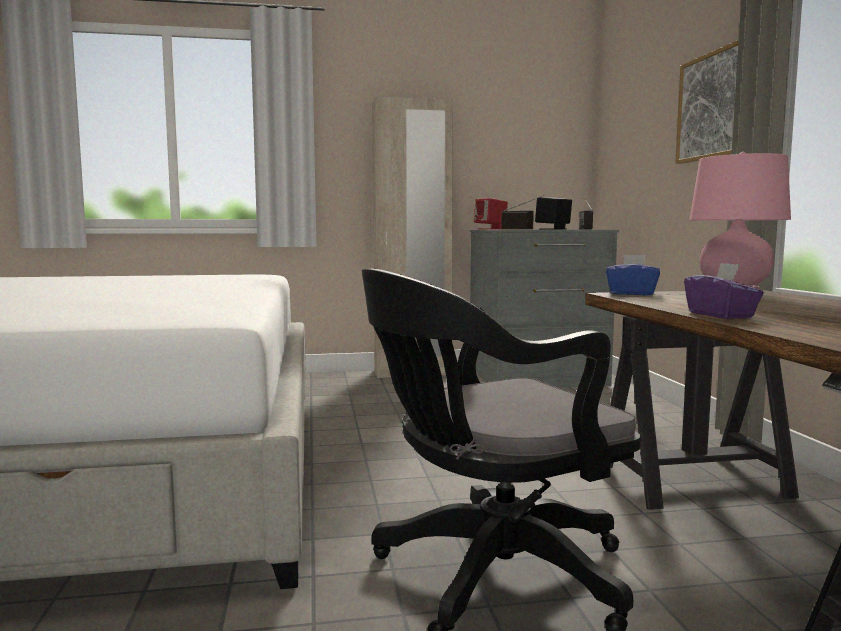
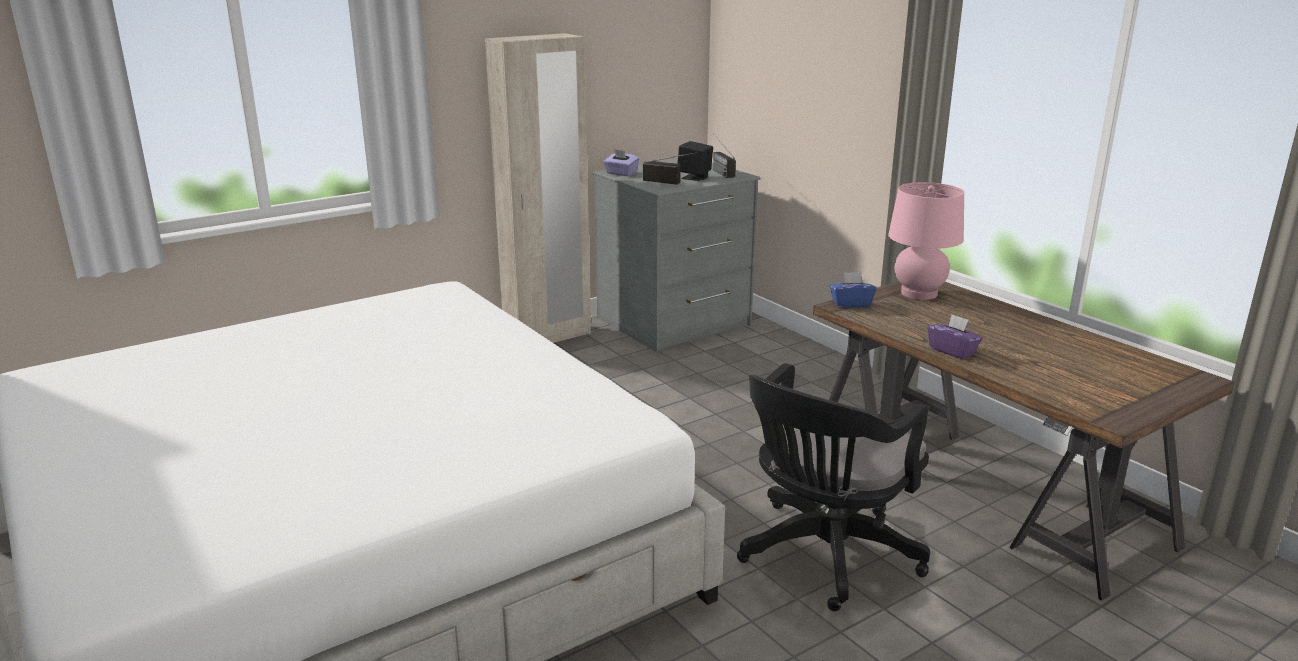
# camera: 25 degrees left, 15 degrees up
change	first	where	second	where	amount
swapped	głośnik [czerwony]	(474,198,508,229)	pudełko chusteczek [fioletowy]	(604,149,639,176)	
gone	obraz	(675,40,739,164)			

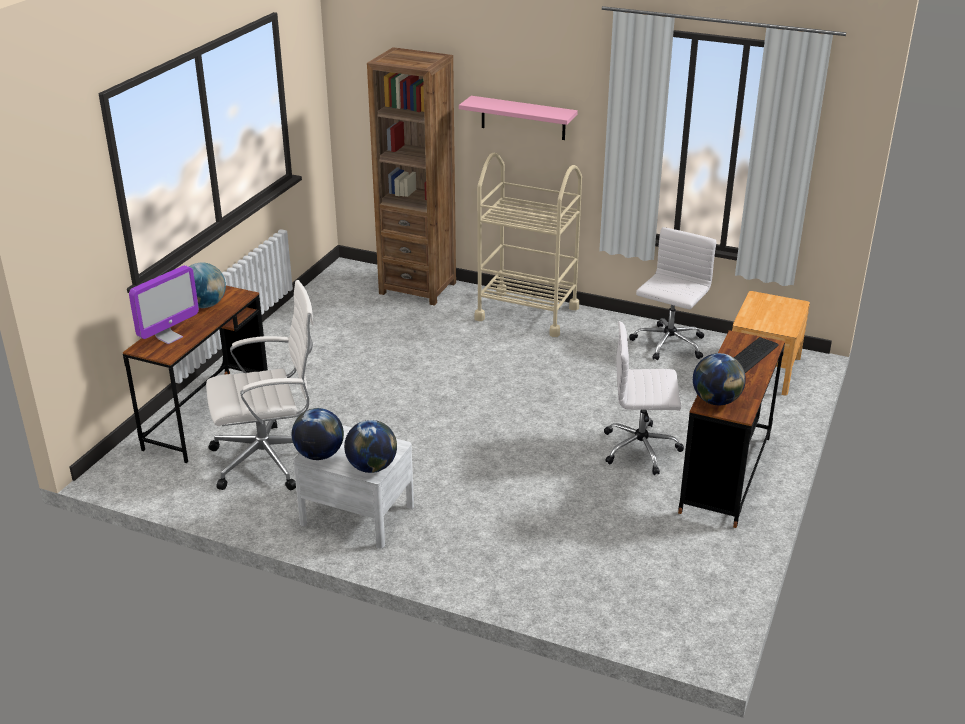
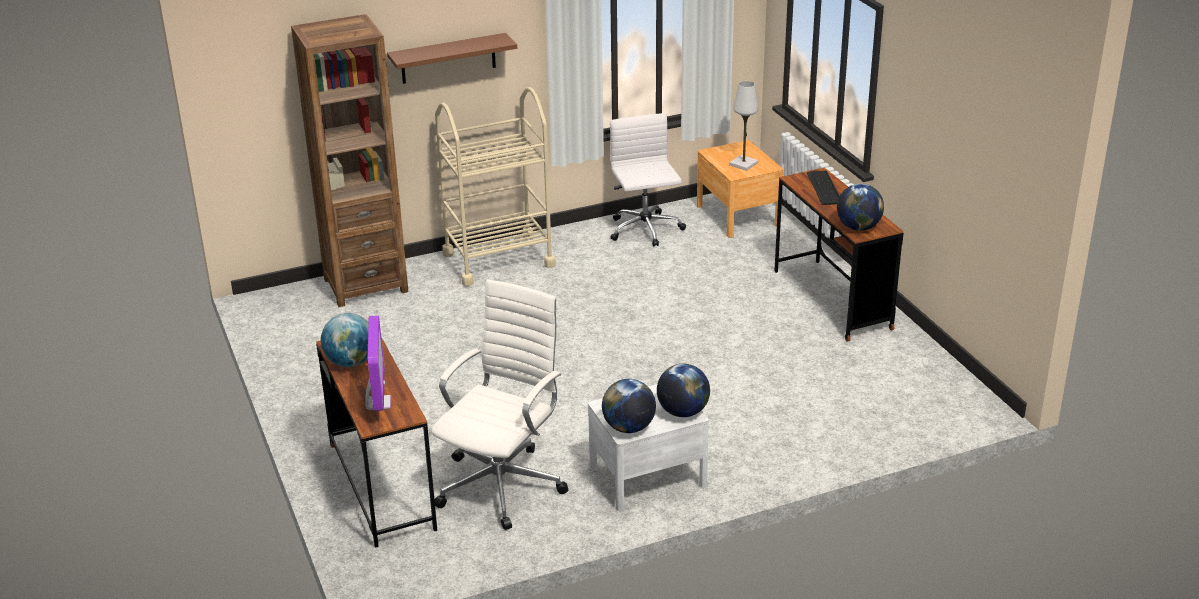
# camera: 45 degrees left, 0 degrees up
change	first	where	second	where	amount
repainted	półka [różowy]	(459,96,578,140)	półka [brązowy]	(387,33,517,84)	
gone	krzesło biurowe [biały]	(604,321,684,475)			
new			lampa stołowa [biały]	(729,81,758,171)	

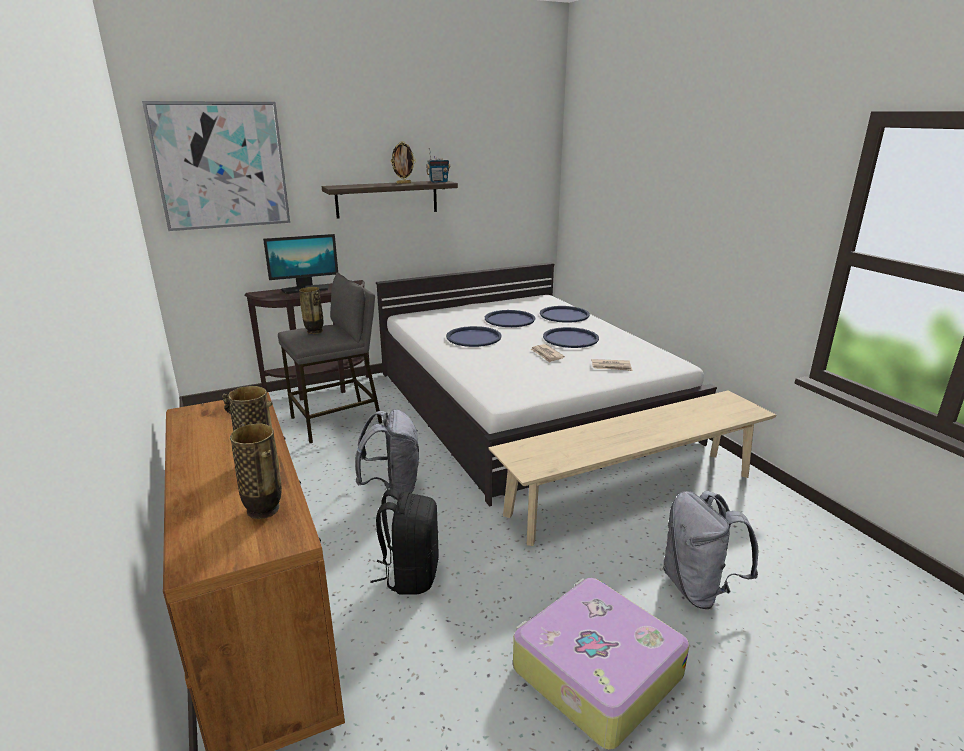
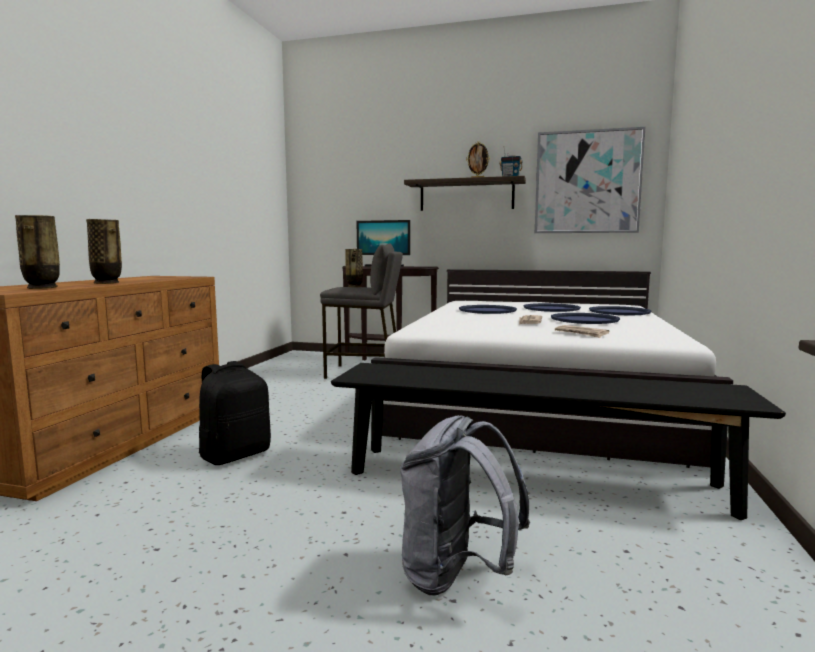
# camera: 40 degrees right, 15 degrees down
change	first	where	second	where	amount
shifted	obraz	(142,101,290,231)		(535,127,645,233)	
gone	plecak [szary]	(355,409,419,500)			
repainted	ławka [beżowy]	(489,390,776,546)	ławka [czarny]	(331,363,786,520)	
gone	walizka	(513,578,689,750)			

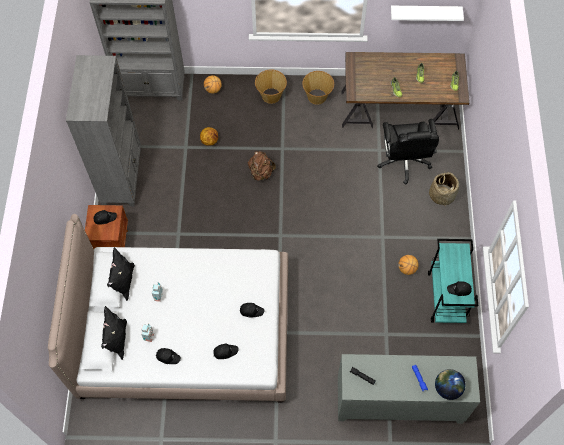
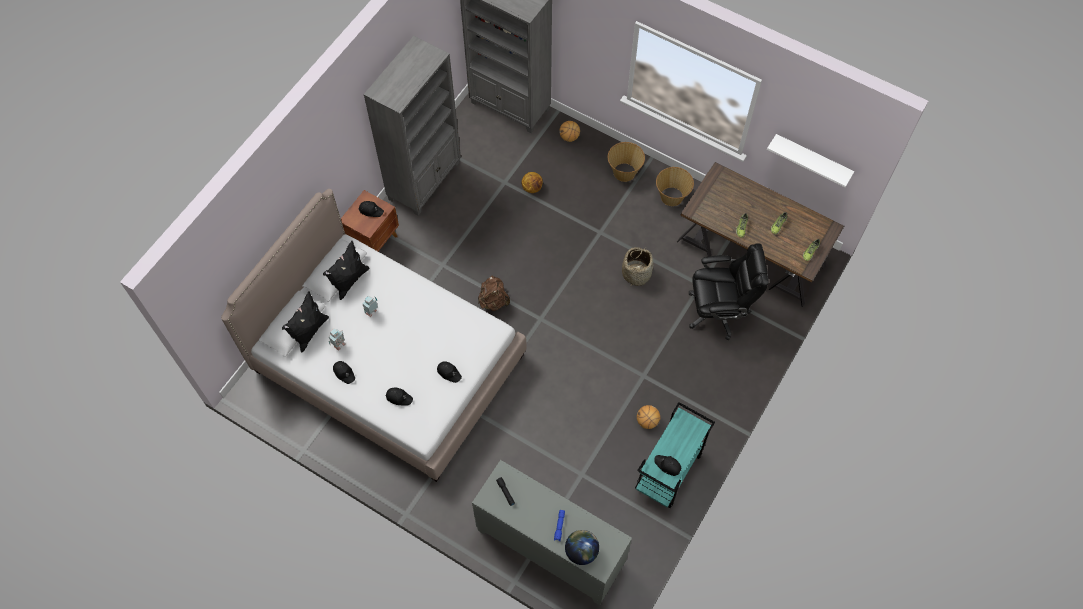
# camera: 30 degrees right, 0 degrees up
change	first	where	second	where	amount
shifted	plecak [brązowy]	(248,151,276,181)		(478,276,510,311)	
rotated	krzesło biurowe [czarny]	(377,119,439,185)		(689,243,769,340)	120 degrees counterclockwise
shifted	koszyk	(429,171,459,207)		(622,247,653,286)	

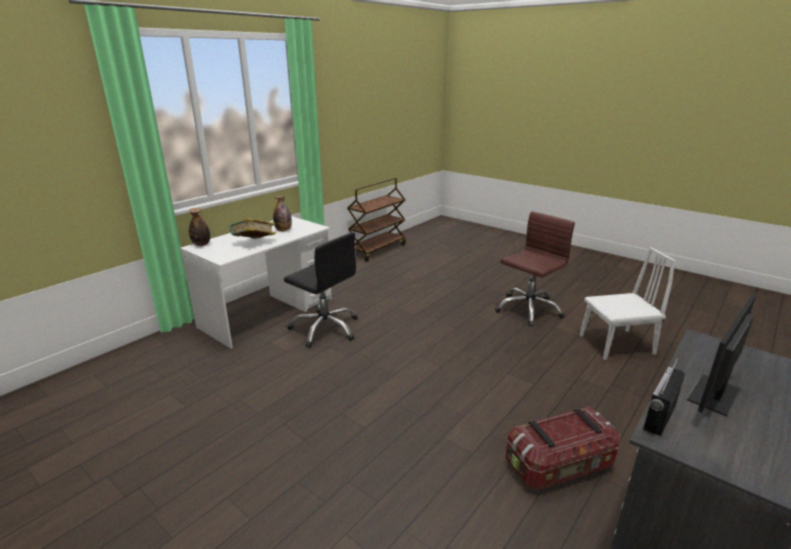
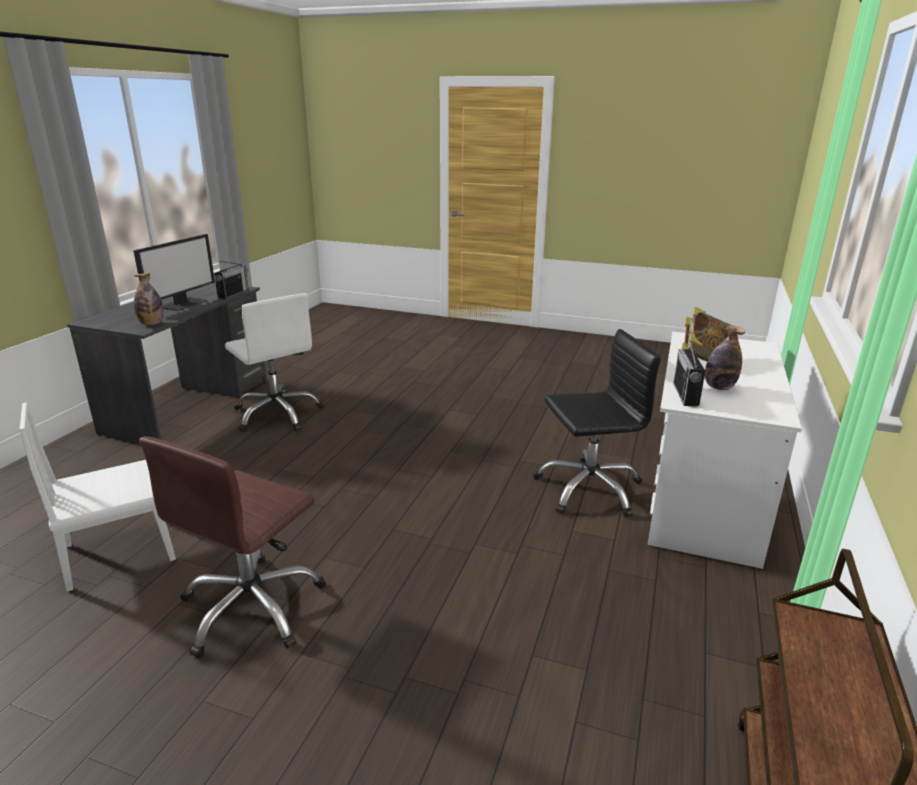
# camera: 160 degrees right, 0 degrees up
change	first	where	second	where	amount
shifted	butelka	(189,208,210,246)		(134,273,164,325)	
rotated	krzesło biurowe [czarny]	(284,232,357,348)		(533,329,661,517)	150 degrees clockwise
swapped	pojemnik do przechowywania	(505,406,620,490)	krzesło biurowe [biały]	(225,293,323,432)	
new			radio	(673,336,705,407)	

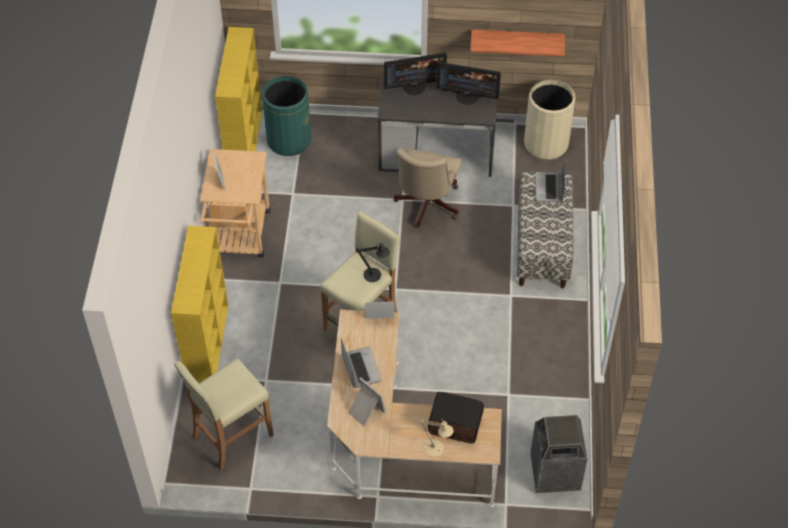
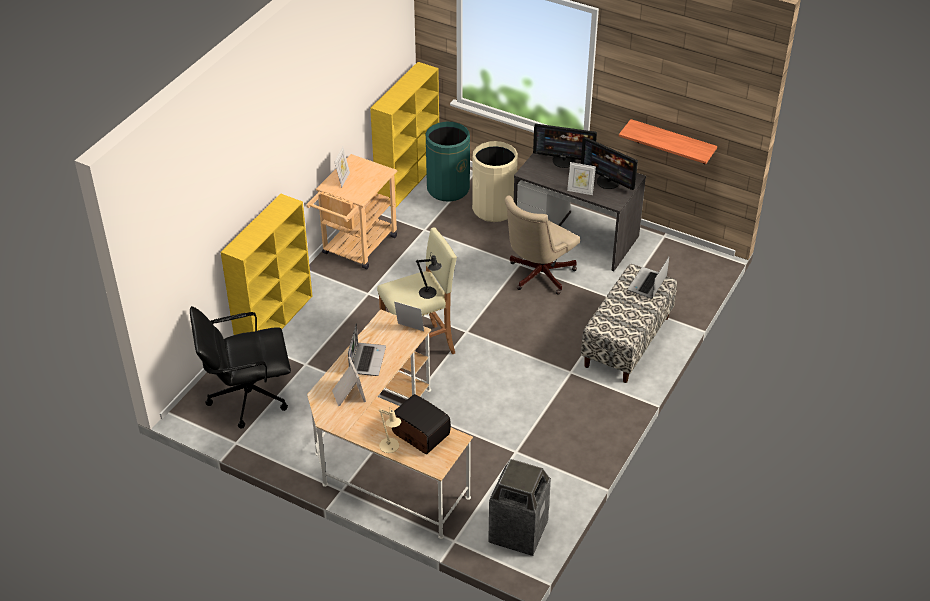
# camera: 25 degrees right, 10 degrees down
change	first	where	second	where	amount
swapped	stołek [beżowy]	(174,358,274,470)	krzesło biurowe [czarny]	(190,306,291,429)	
shifted	kosz na śmieci [beżowy]	(524,79,575,160)		(472,141,518,222)	
new			ramka na zdjęcie	(567,162,596,195)	

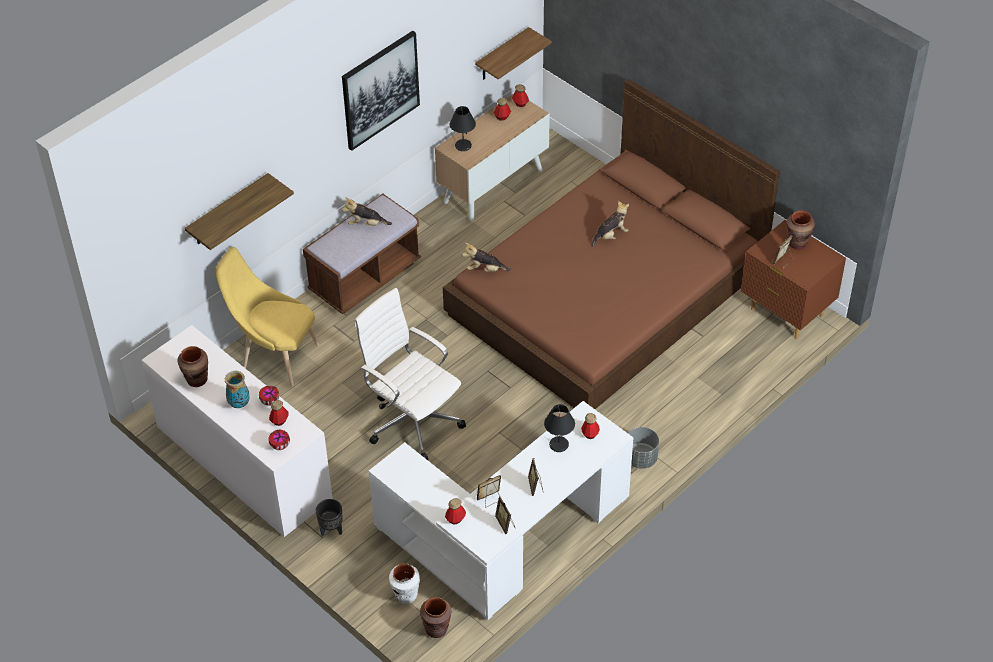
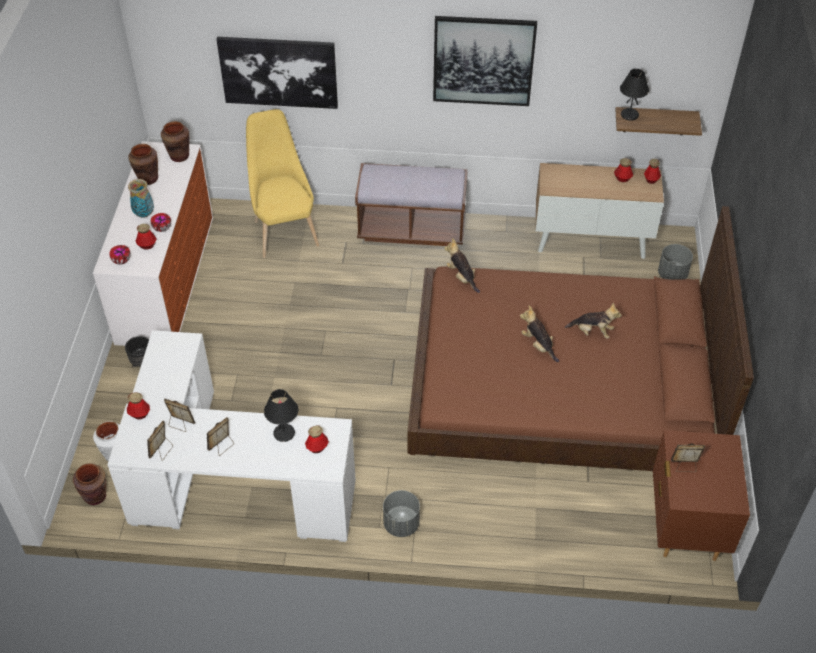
# camera: 50 degrees right, 0 degrees up
change	first	where	second	where	amount
swapped	półka	(184,173,294,250)	obraz	(216,37,338,109)	
shifted	pluszak	(342,198,392,226)		(520,306,559,362)	
gone	krzesło biurowe [biały]	(354,288,466,460)			
shifted	lampa stołowa [czarny]	(450,106,476,151)		(620,69,649,121)	
shifted	wazon [brązowy]	(787,210,815,250)		(161,121,190,162)	
new			donica [szary]	(658,244,693,280)	

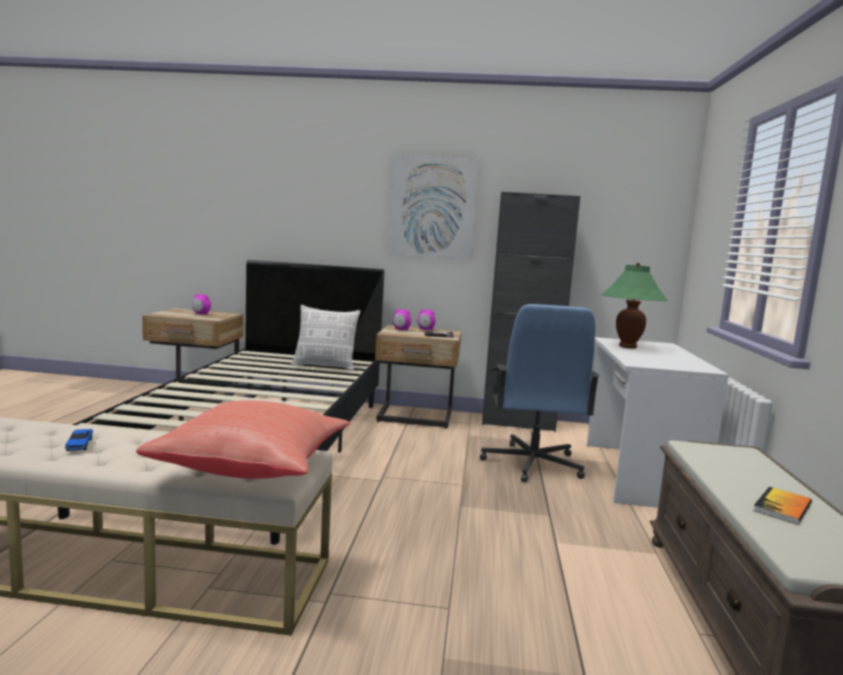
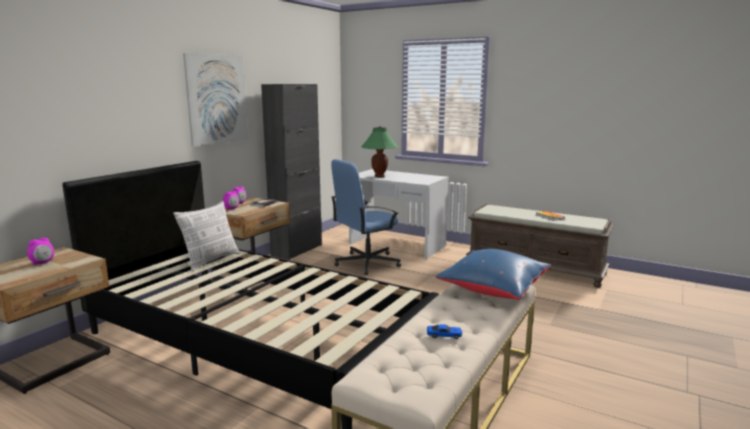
# camera: 65 degrees left, 5 degrees up
change	first	where	second	where	amount
repainted	poduszka [czerwony]	(136,400,350,479)	poduszka [niebieski]	(436,249,551,300)	
rotated	krzesło biurowe [niebieski]	(480,304,600,483)		(331,159,401,275)	120 degrees clockwise

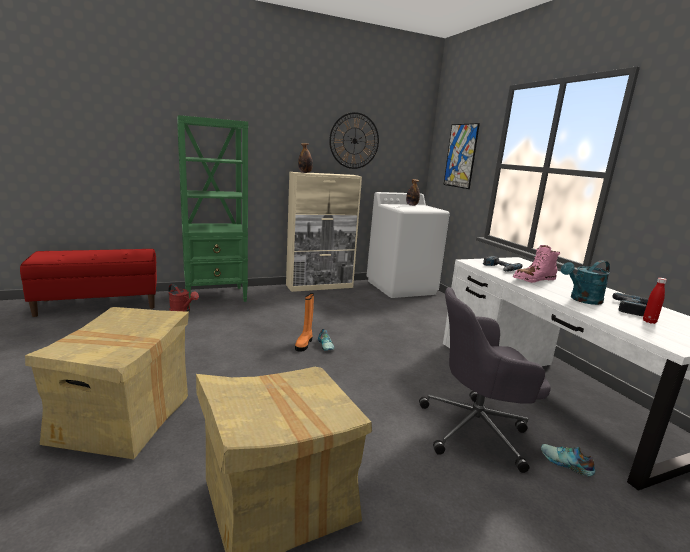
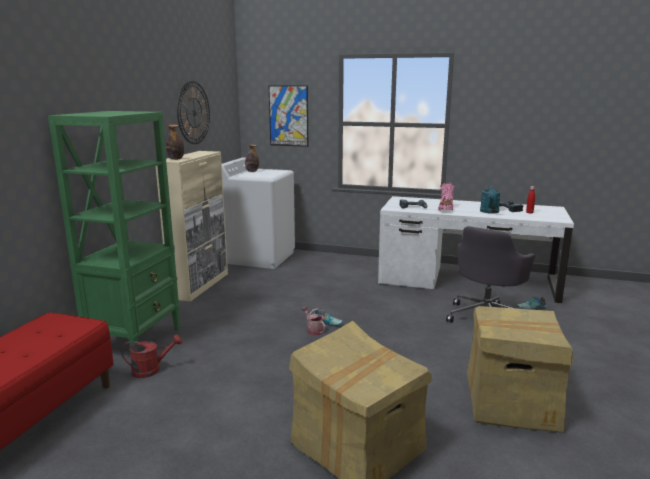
# camera: 50 degrees left, 0 degrees up
change	first	where	second	where	amount
swapped	but z cholewką [pomarańczowy]	(295,293,314,352)	konewka	(301,307,325,336)	

